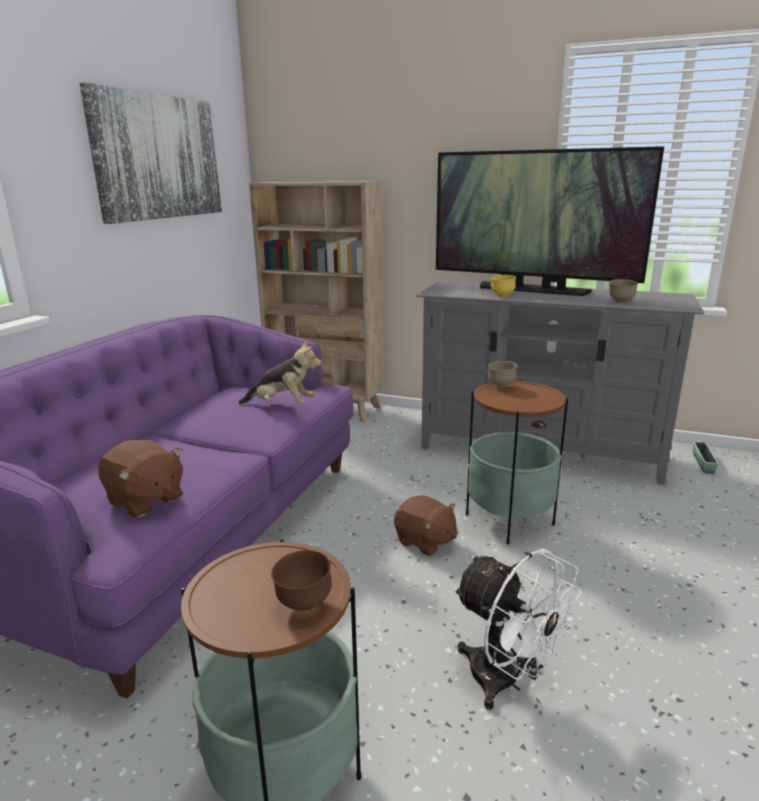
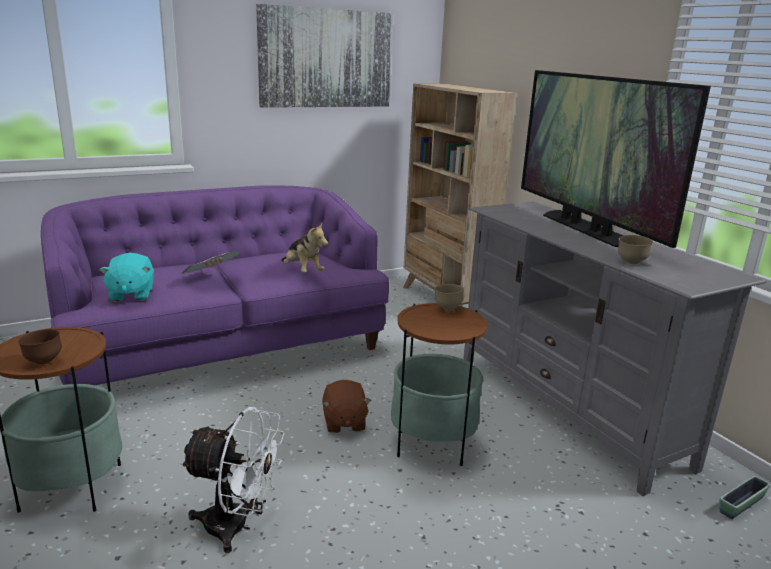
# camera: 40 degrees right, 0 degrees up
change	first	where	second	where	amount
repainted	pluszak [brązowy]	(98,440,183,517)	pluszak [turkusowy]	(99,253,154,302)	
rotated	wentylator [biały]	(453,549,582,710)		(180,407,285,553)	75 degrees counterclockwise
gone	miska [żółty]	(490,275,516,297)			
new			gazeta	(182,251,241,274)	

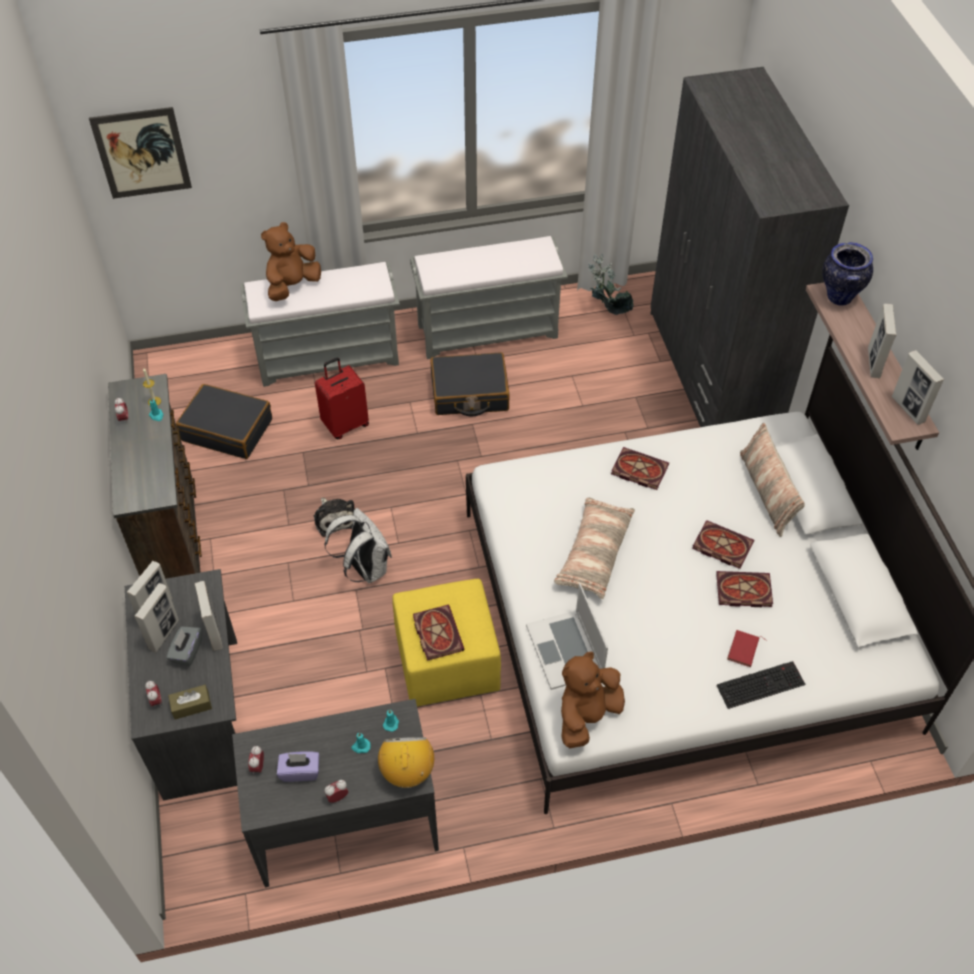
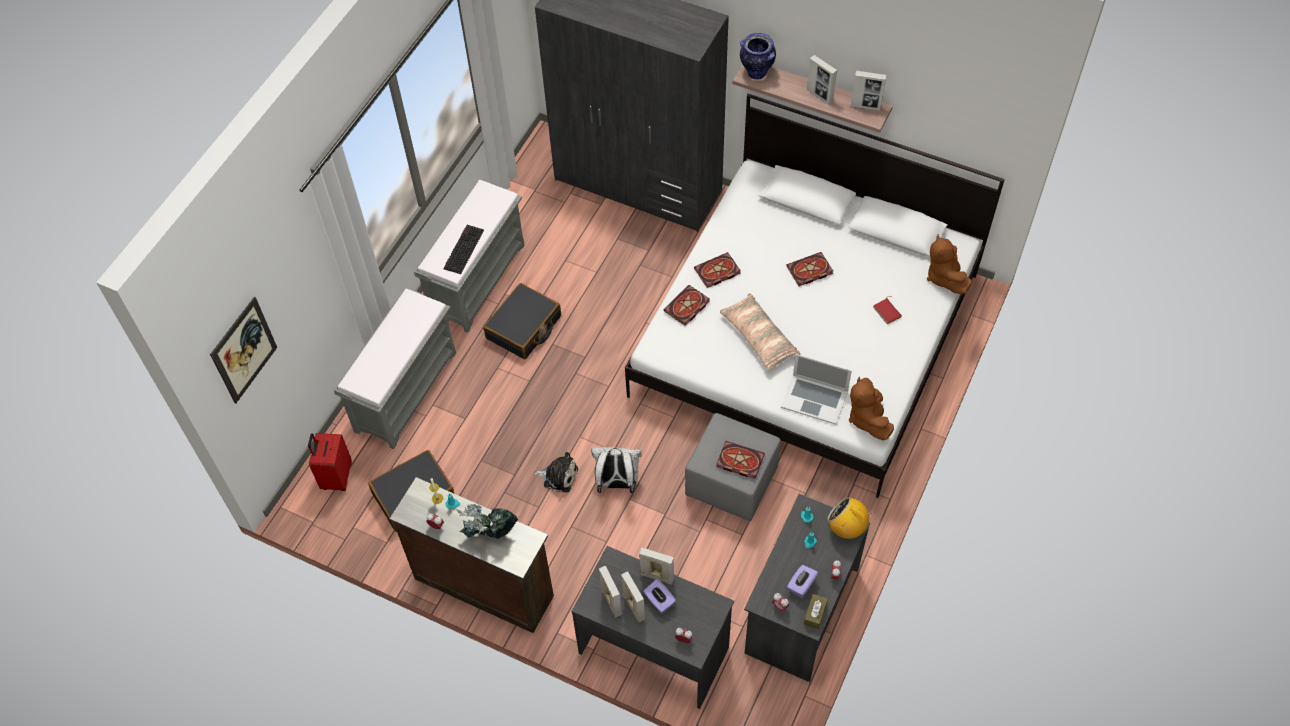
# camera: 50 degrees left, 5 degrees up
change	first	where	second	where	amount
repainted	pudełko chusteczek [szary]	(166,626,202,666)	pudełko chusteczek [fioletowy]	(643,579,676,614)	
shifted	pudełko chusteczek [brązowy]	(168,685,212,719)		(804,594,828,629)	
shifted	pluszak [brązowy]	(261,222,321,301)		(927,235,972,295)	
shifted	walizka [czerwony]	(315,357,369,439)		(308,433,352,491)	
repainted	pufa [żółty]	(392,579,501,707)	pufa [szary]	(685,413,781,521)	
shifted	roślina doniczkowa	(588,253,634,315)		(456,504,518,539)	
shifted	książka	(716,571,773,607)		(663,285,710,325)	
shifted	klawiatura	(717,661,805,709)		(443,225,484,274)	
gone	poduszka	(740,423,805,537)			

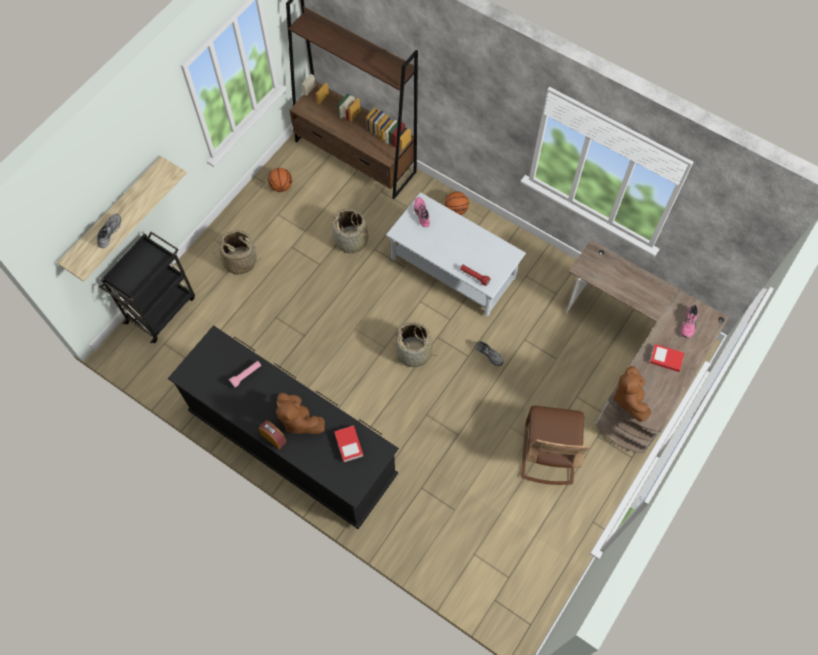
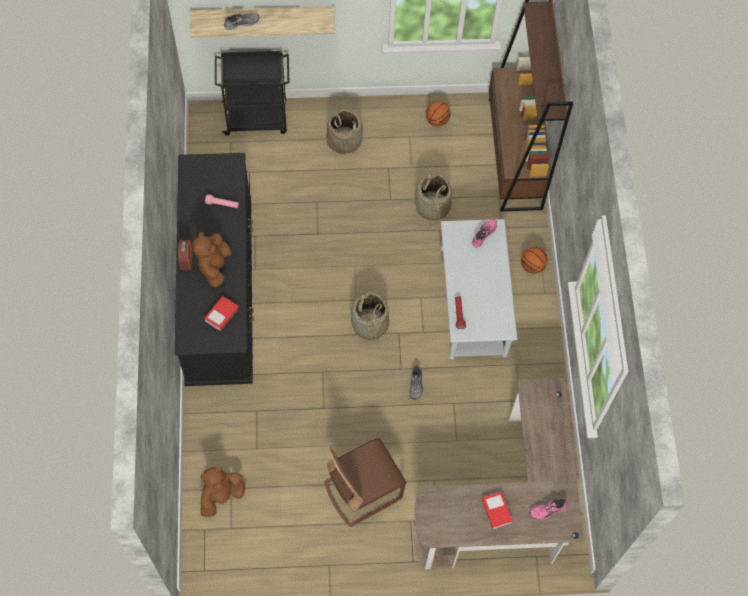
# camera: 50 degrees right, 0 degrees up
change	first	where	second	where	amount
shifted	pluszak [brązowy]	(613,366,651,422)		(200,467,245,517)	

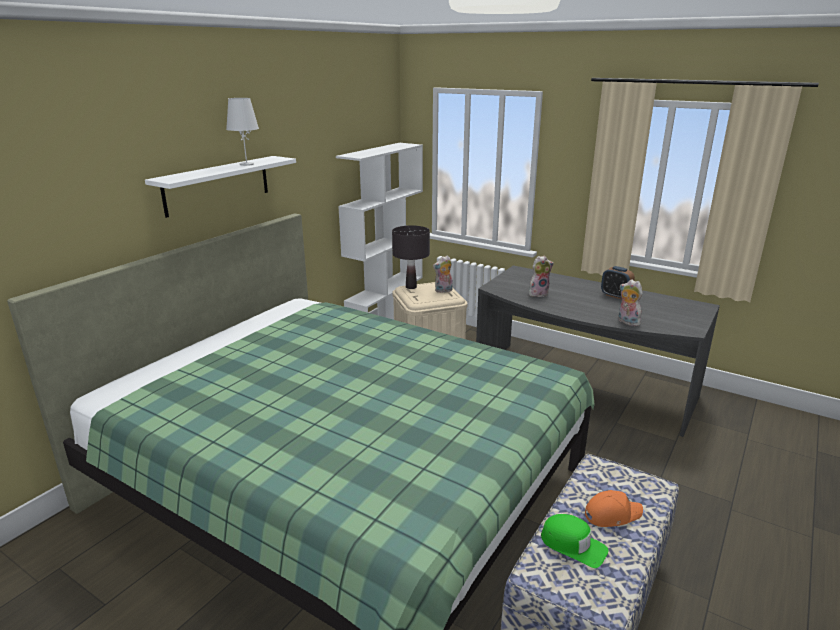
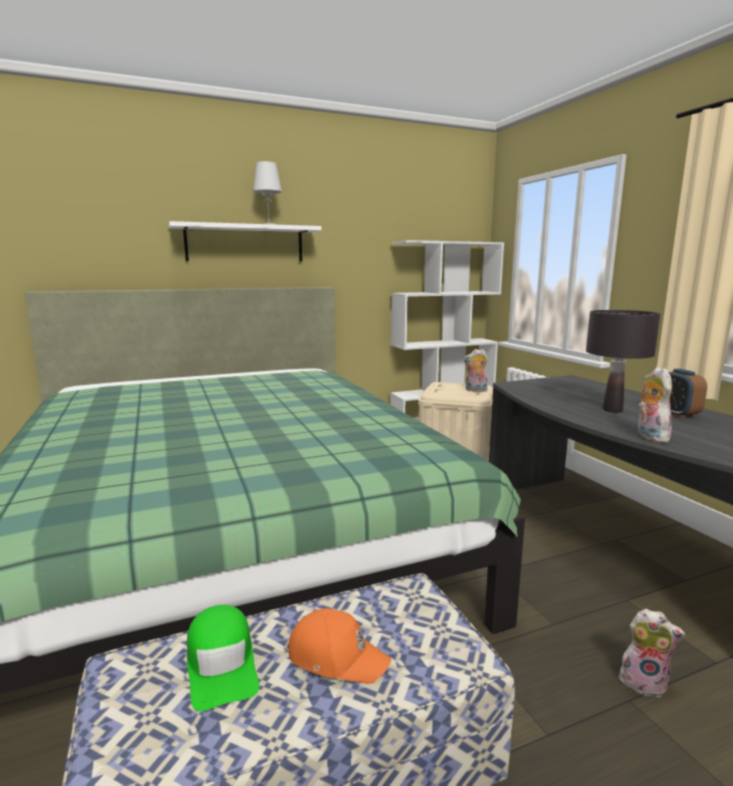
# camera: 35 degrees right, 10 degrees down
change	first	where	second	where	amount
shifted	lampa stołowa [czarny]	(392,225,430,289)		(586,310,660,413)	
shifted	pluszak	(529,256,554,297)		(619,609,685,697)	

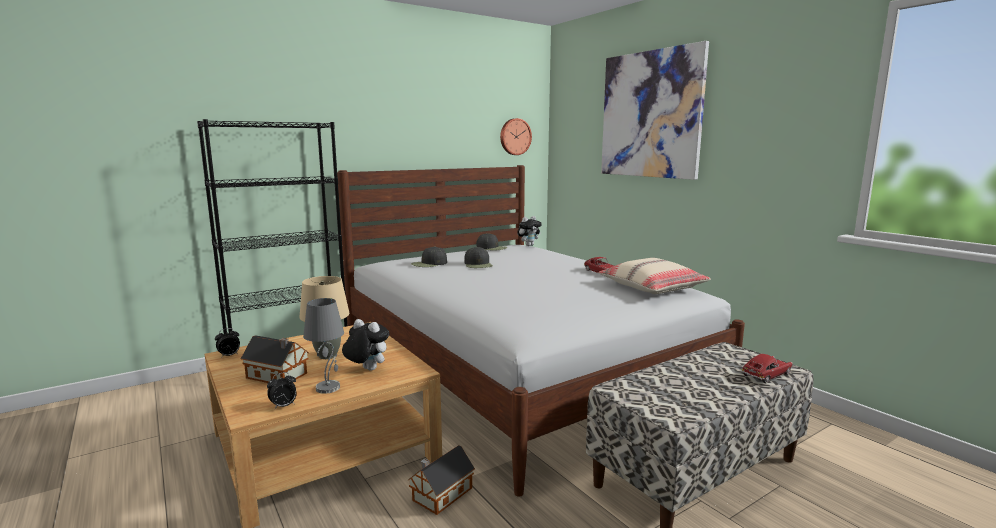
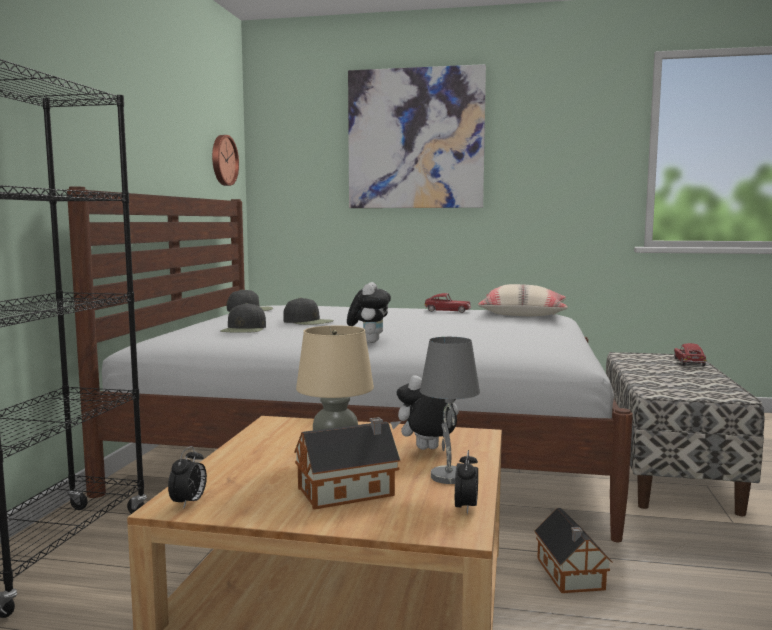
# camera: 45 degrees left, 5 degrees down
change	first	where	second	where	amount
shifted	pluszak	(517,216,542,246)		(347,282,391,343)	

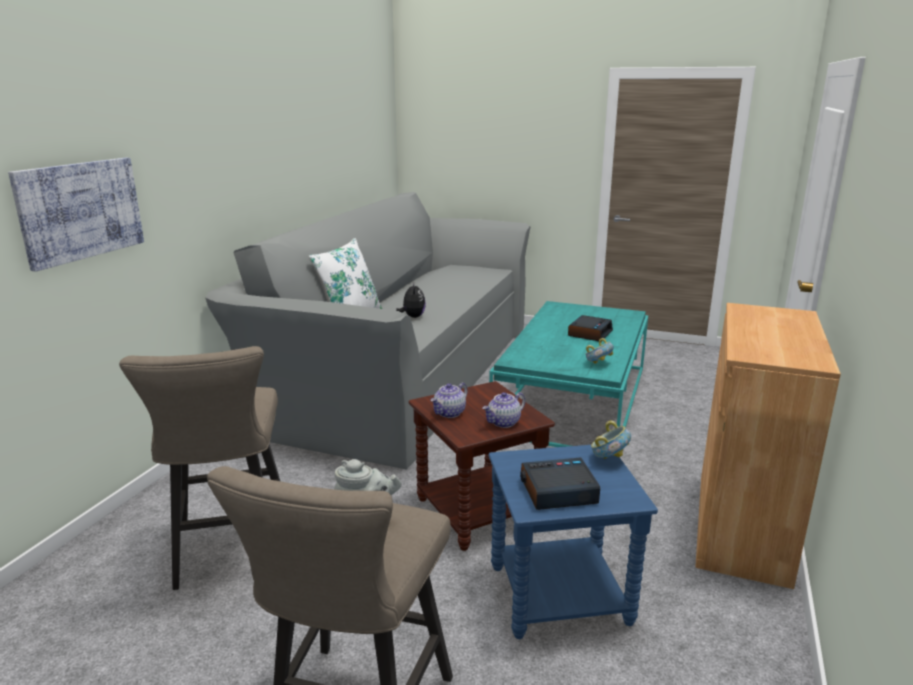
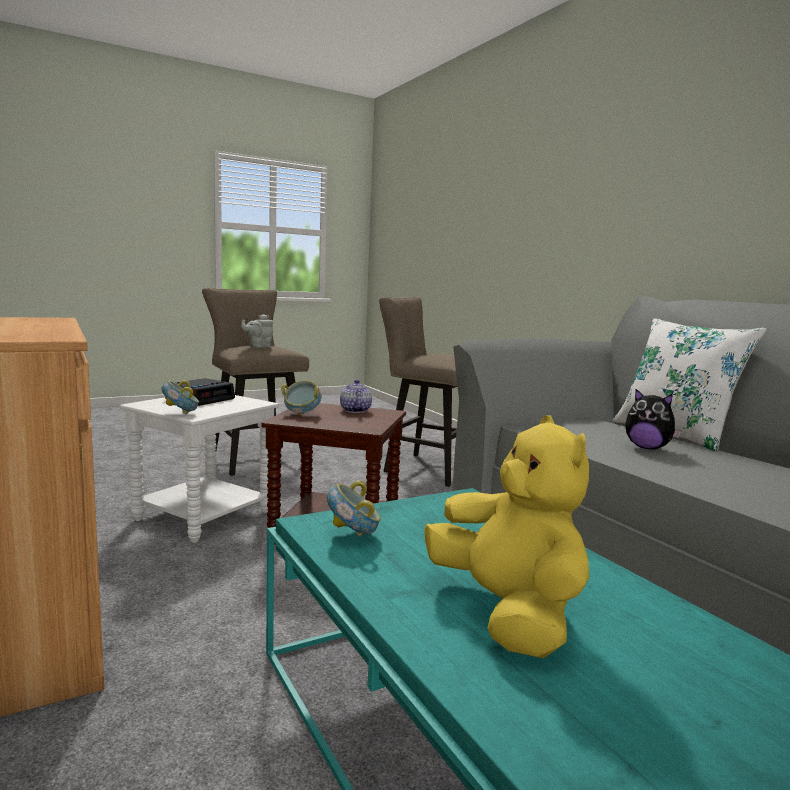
# camera: 130 degrees right, 10 degrees down
change	first	where	second	where	amount
gone	obraz	(8,158,144,272)			
swapped	imbryk	(483,392,525,428)	miska	(281,380,322,415)	
repainted	stolik [niebieski]	(489,445,658,639)	stolik [biały]	(120,395,279,543)	
swapped	budzik	(568,315,613,341)	pluszak [żółty]	(424,415,590,658)	

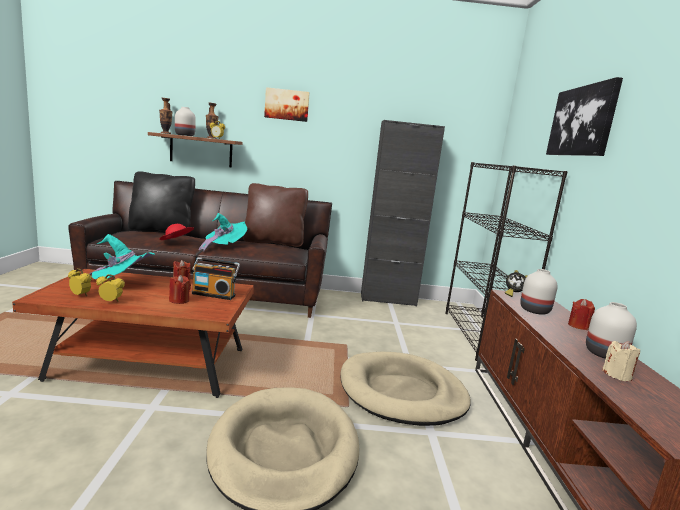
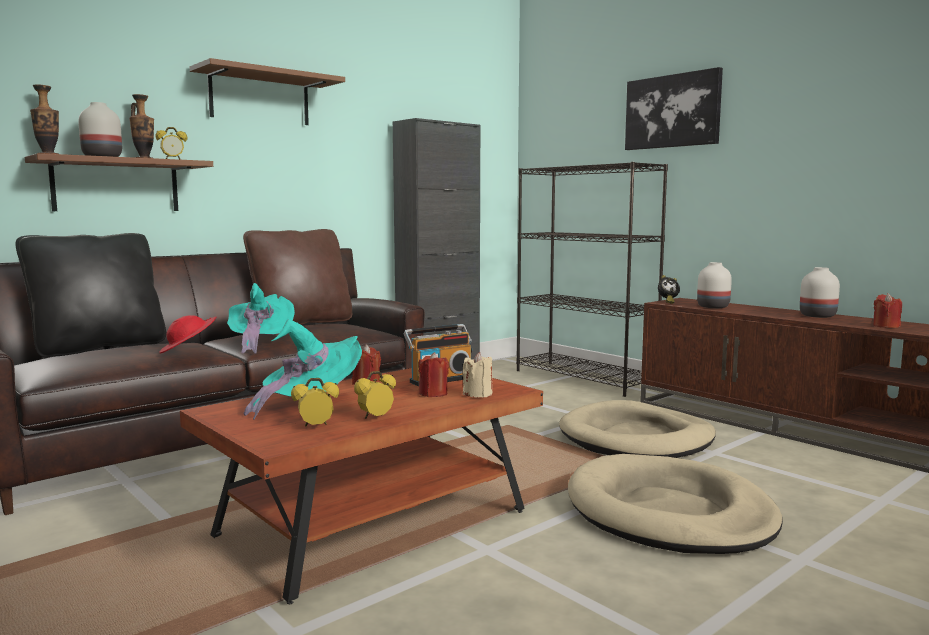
# camera: 40 degrees left, 5 degrees down
change	first	where	second	where	amount
swapped	obraz	(264,87,310,122)	półka [brązowy]	(190,58,345,125)	
shifted	świeca [czerwony]	(568,299,595,330)		(873,293,902,328)	
shifted	świeca [beżowy]	(602,341,640,381)		(462,352,492,398)	

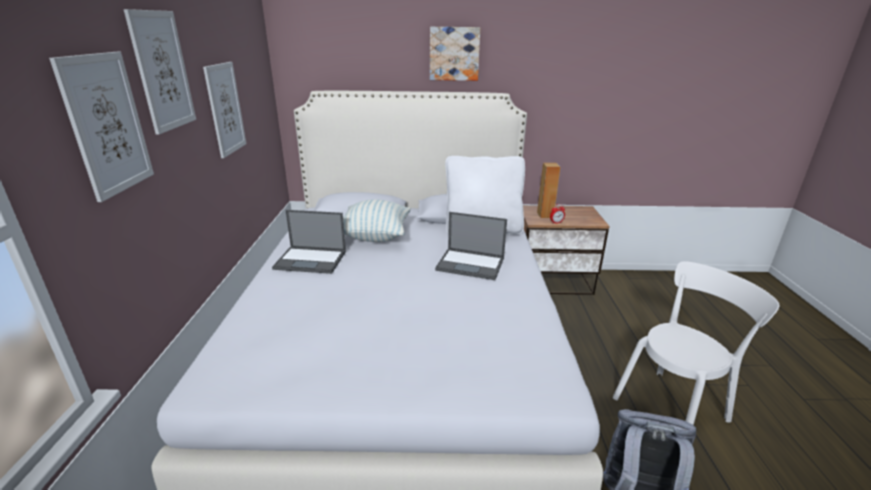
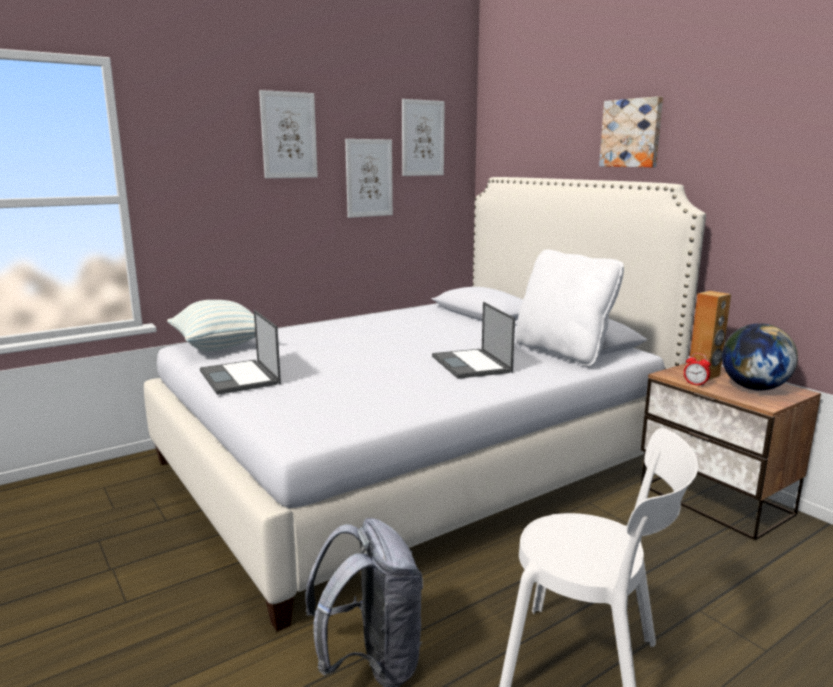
# camera: 55 degrees right, 10 degrees down
change	first	where	second	where	amount
shifted	obraz	(49,52,154,202)		(402,99,445,176)	
shifted	laptop	(272,210,346,274)		(200,310,281,395)	
shifted	poduszka	(343,199,411,242)		(167,300,256,352)	
new			globus	(722,323,798,391)	

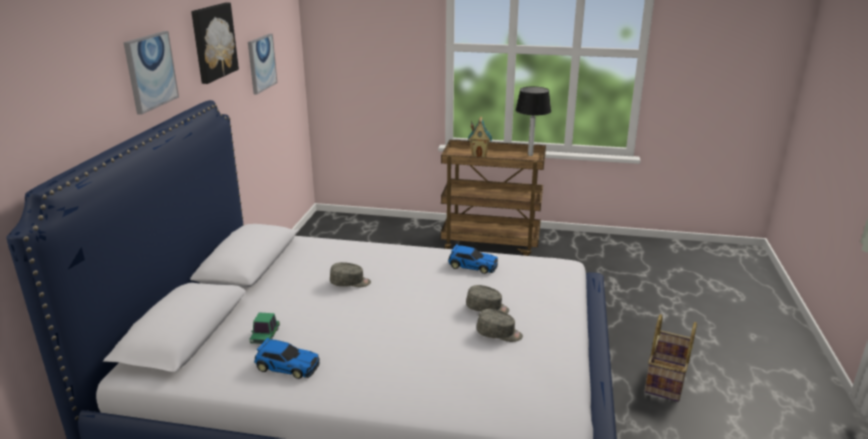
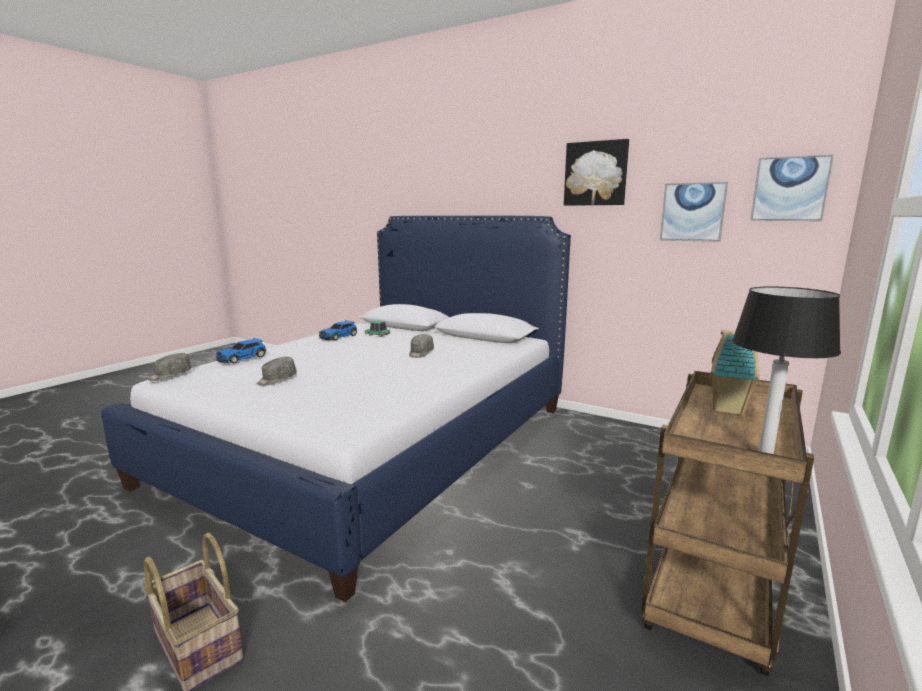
# camera: 110 degrees right, 10 degrees down
change	first	where	second	where	amount
shifted	obraz	(124,31,179,115)		(750,154,834,221)	
shifted	samochodzik	(448,244,498,274)		(216,338,266,363)	
shifted	czapka z daszkiem [szary]	(466,285,509,313)		(147,353,191,381)	

